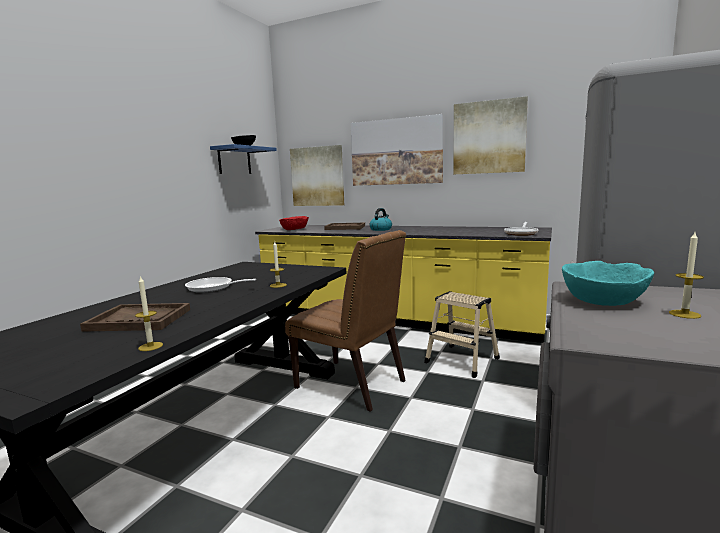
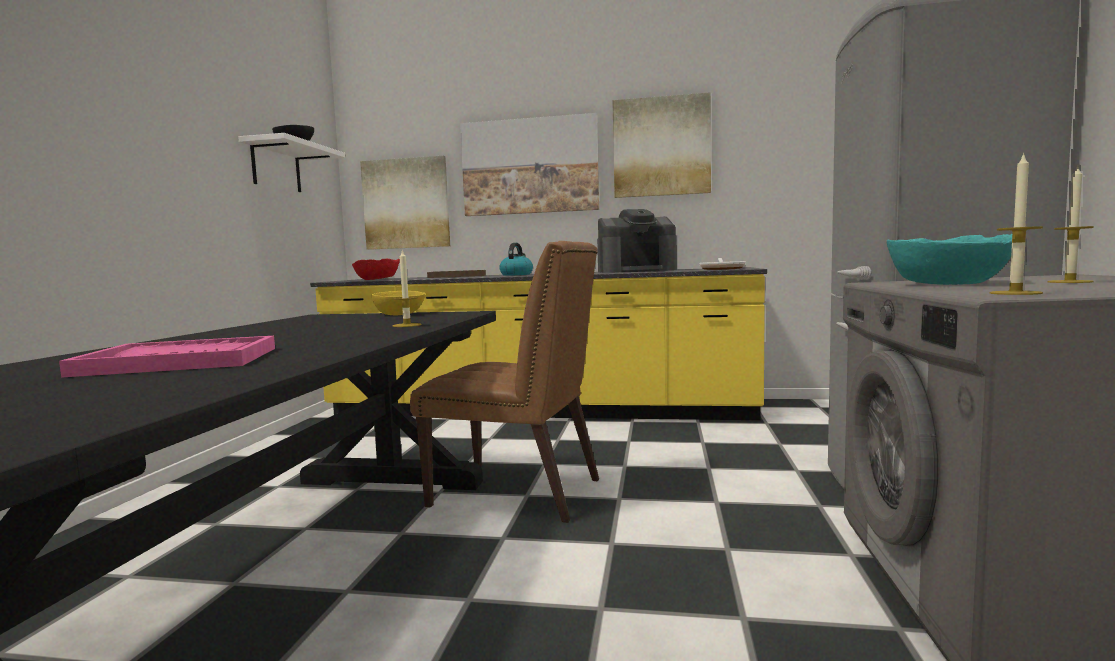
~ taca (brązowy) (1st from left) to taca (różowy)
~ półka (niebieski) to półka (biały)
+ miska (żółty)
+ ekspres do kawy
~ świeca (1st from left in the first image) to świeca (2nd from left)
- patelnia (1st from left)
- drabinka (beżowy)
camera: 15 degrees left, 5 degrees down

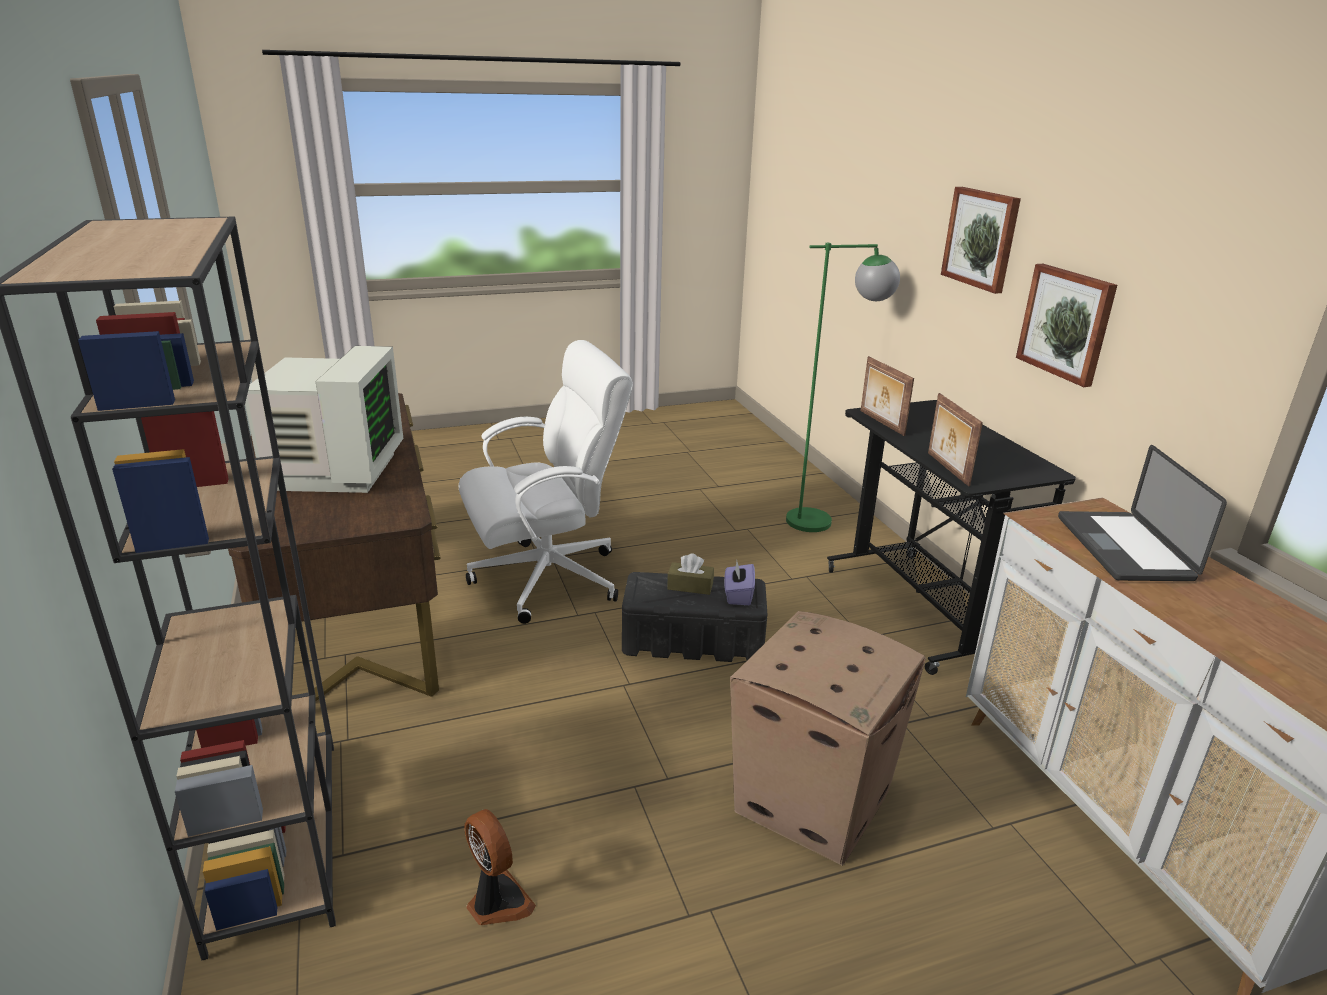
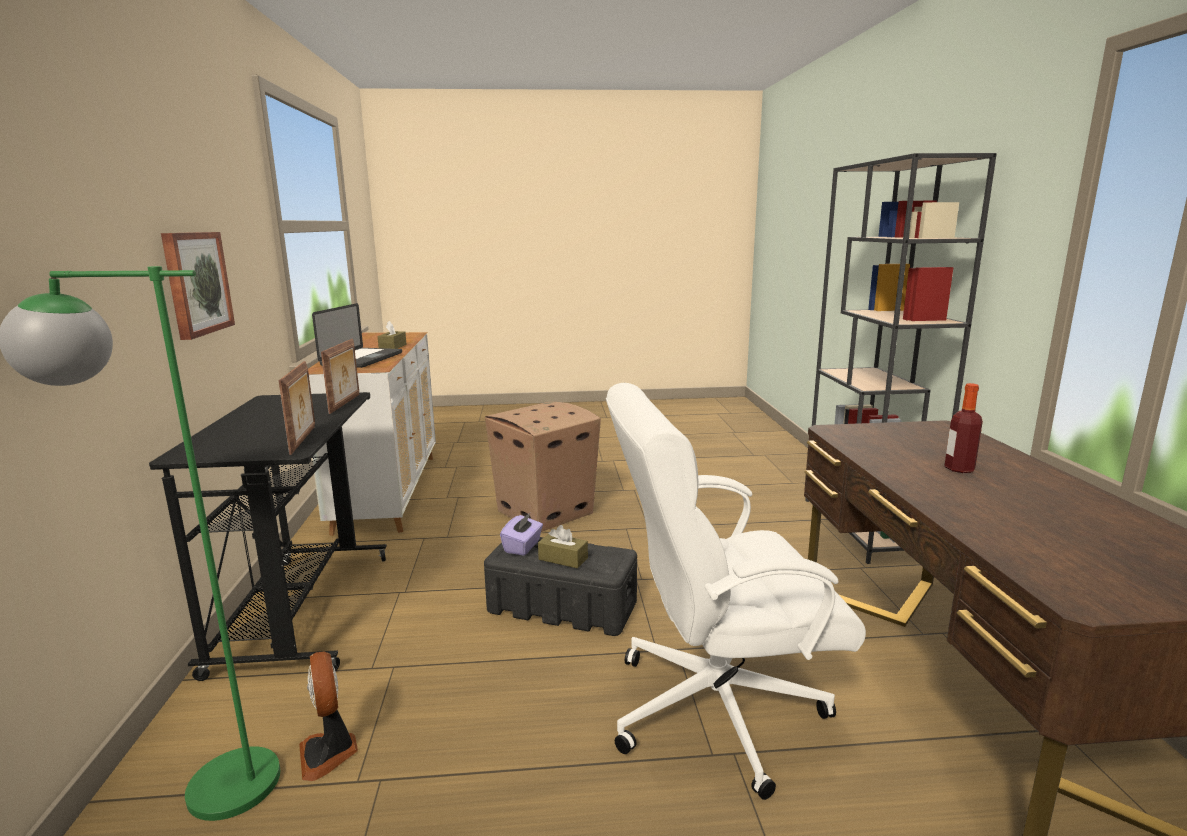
~ wentylator
+ pudełko chusteczek (brązowy) (1st from left)
~ monitor to butelka
- obraz (1st from left)
camera: 165 degrees left, 10 degrees down

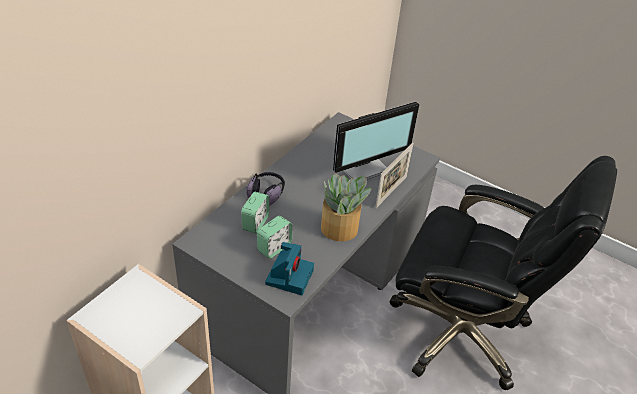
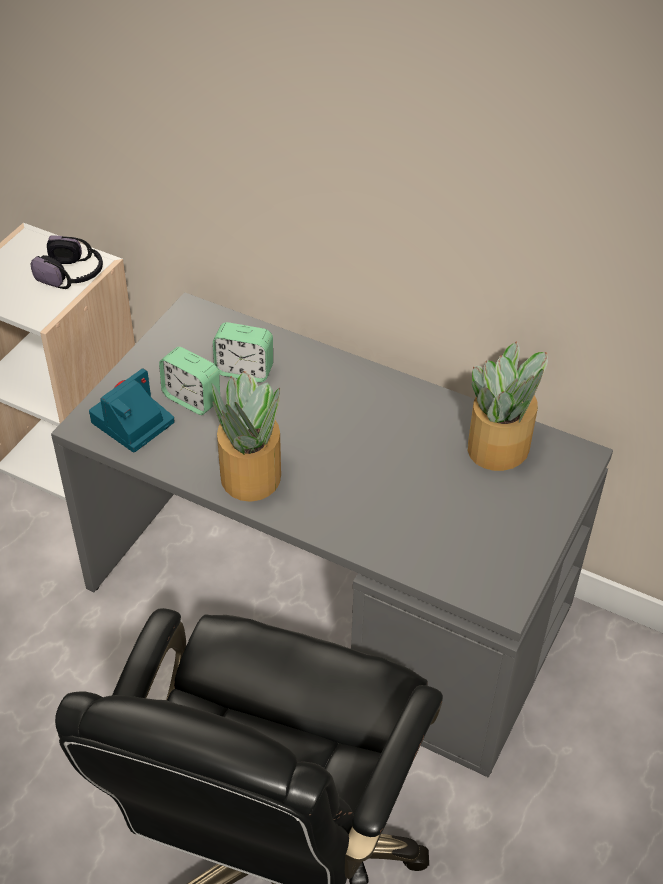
~ słuchawki
~ aparat fotograficzny 120 degrees clockwise
+ roślina doniczkowa (2nd from left)
- monitor
- ramka na zdjęcie
camera: 85 degrees right, 5 degrees up

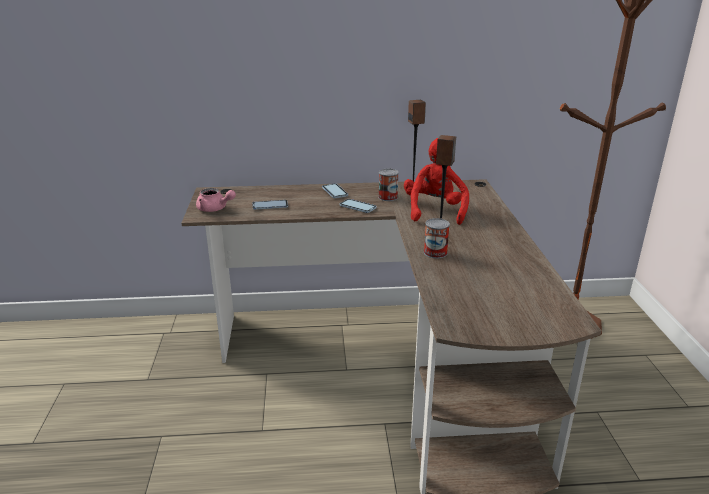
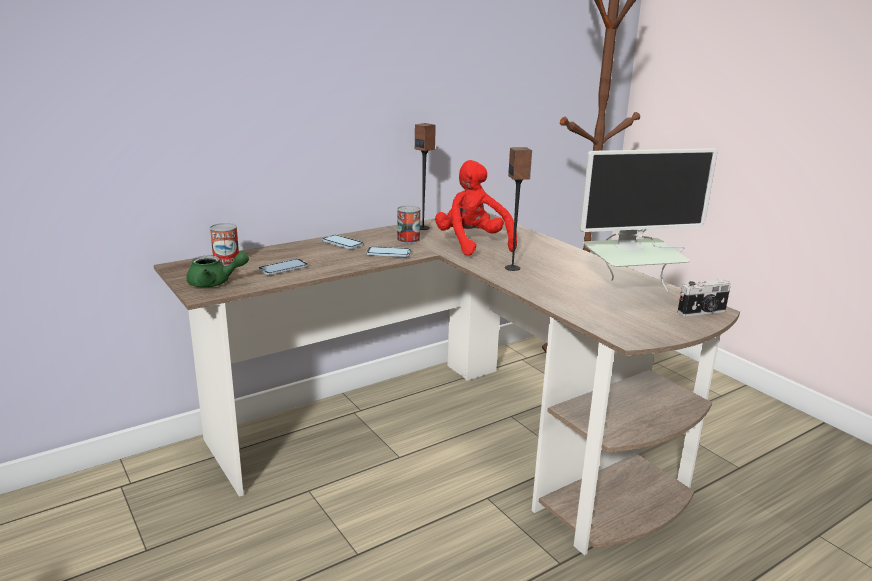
~ imbryk (różowy) to imbryk (zielony)
~ puszka (2nd from left in the first image) to puszka (1st from left)
+ monitor
+ aparat fotograficzny
camera: 30 degrees left, 5 degrees down

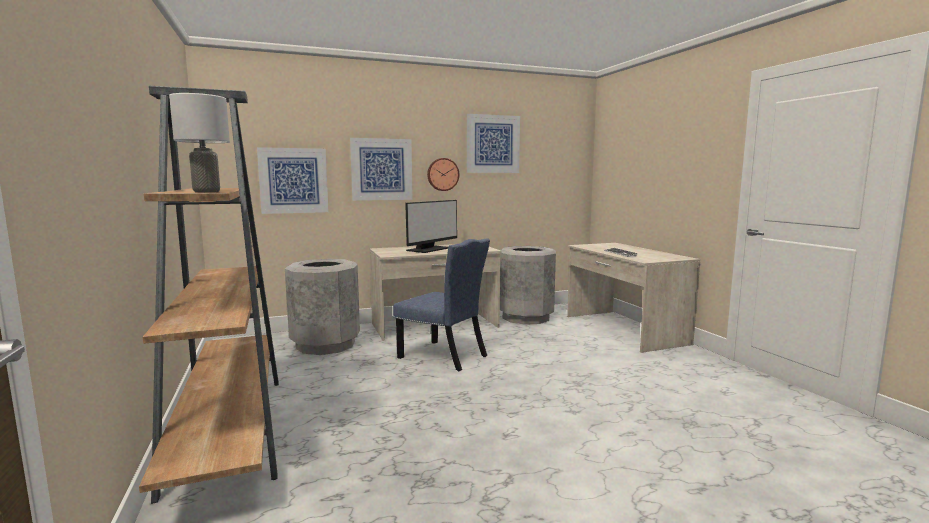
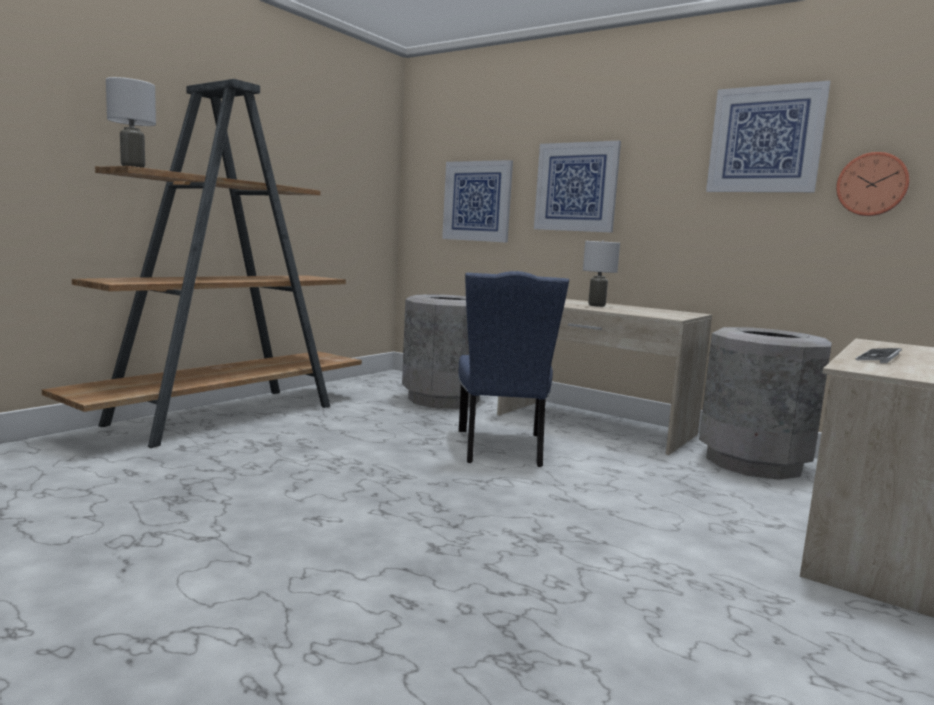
~ monitor to lampa stołowa (biały) (2nd from left)
~ zegar ścienny
camera: 55 degrees right, 0 degrees up

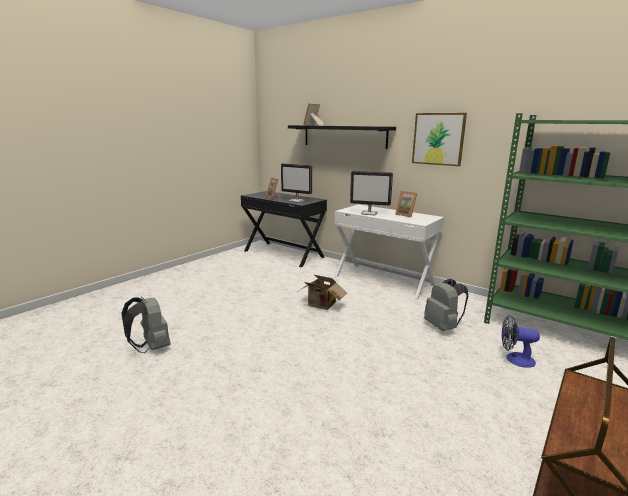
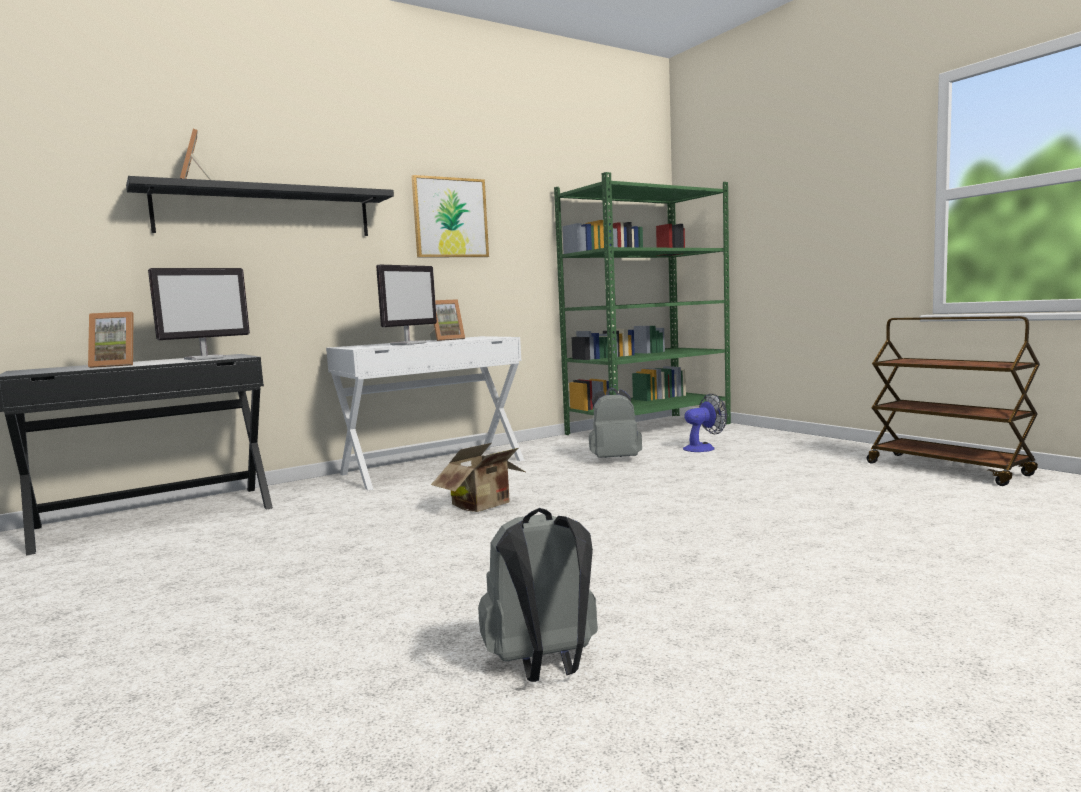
~ wentylator 150 degrees counterclockwise
camera: 70 degrees left, 10 degrees down

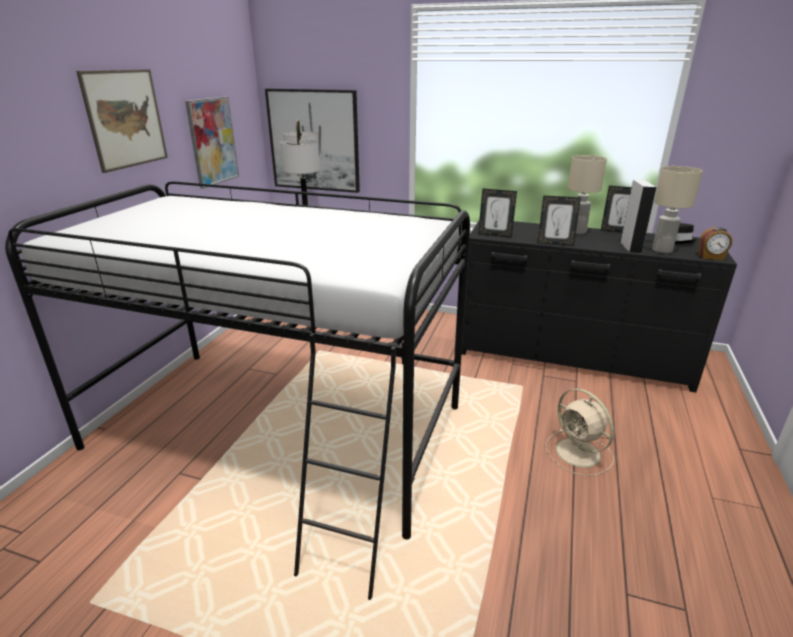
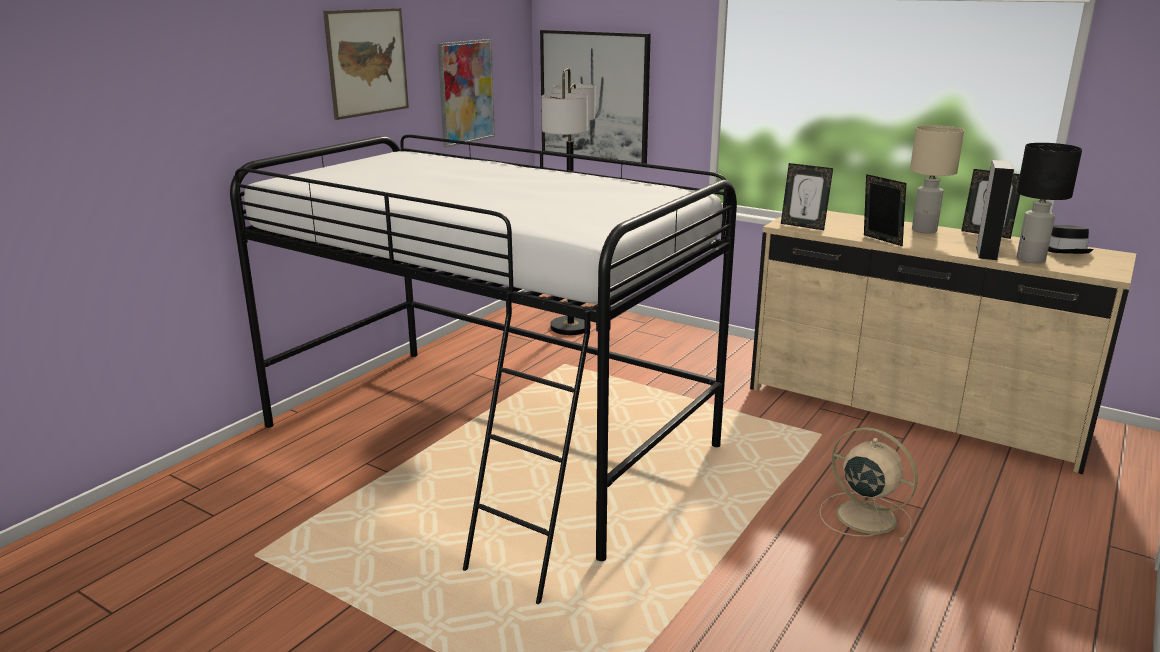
~ komoda (czarny) to komoda (beżowy)
~ wentylator (beżowy) 150 degrees clockwise
~ ramka na zdjęcie (2nd from left) 150 degrees counterclockwise
~ lampa stołowa (beżowy) (2nd from left) to lampa stołowa (czarny)
- budzik
camera: 15 degrees right, 5 degrees down

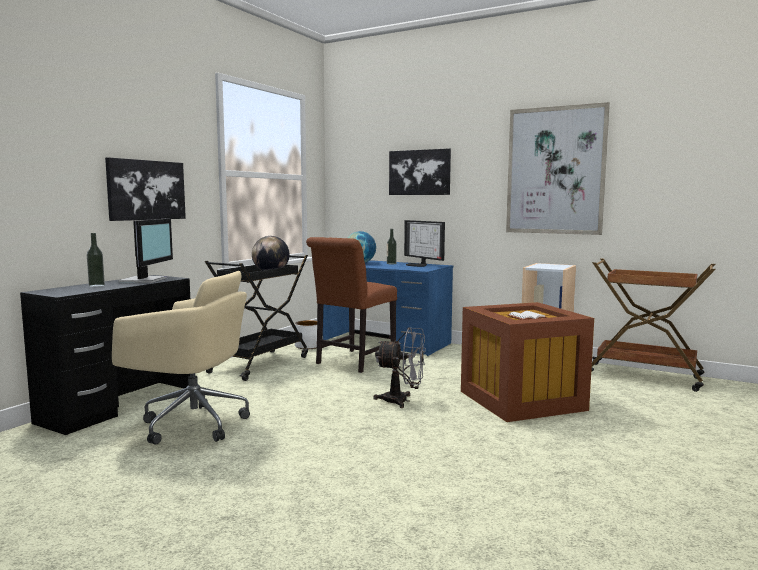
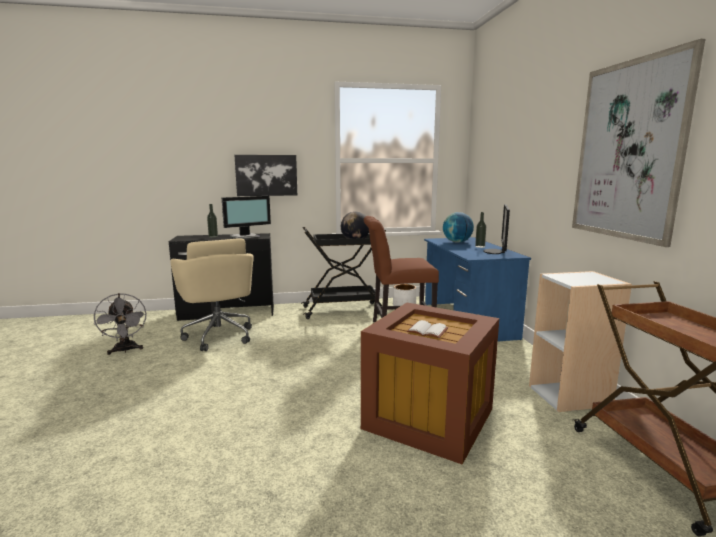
~ wentylator (szary)
- obraz (2nd from left)
camera: 50 degrees right, 5 degrees up

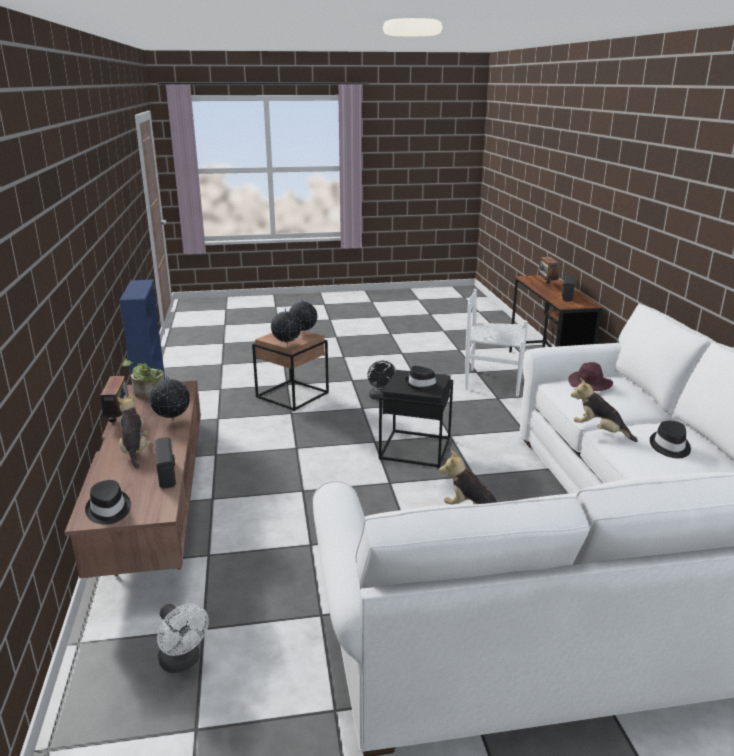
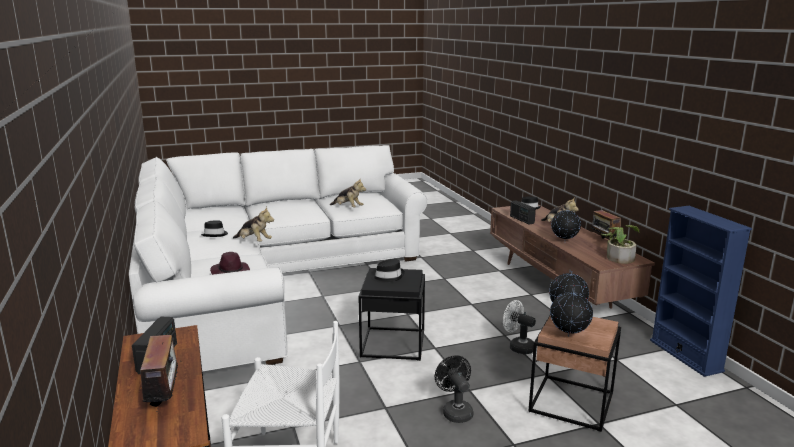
~ wentylator (biały)
camera: 170 degrees right, 5 degrees down

